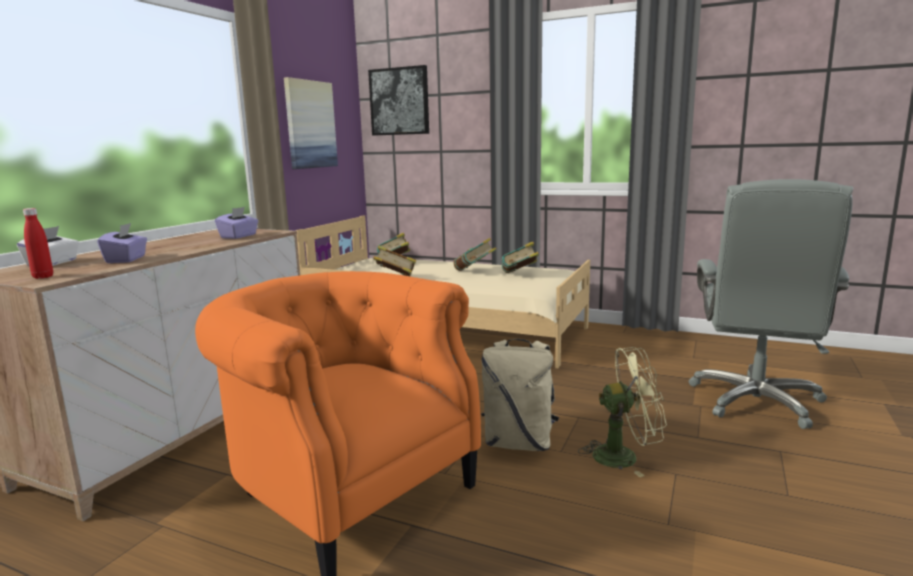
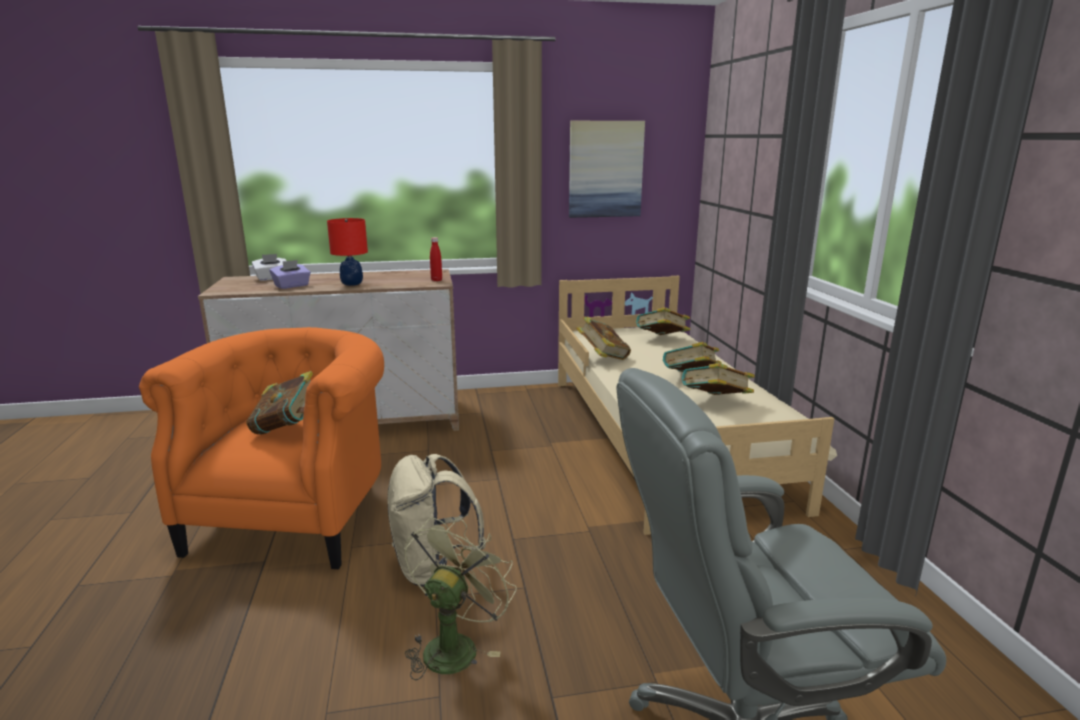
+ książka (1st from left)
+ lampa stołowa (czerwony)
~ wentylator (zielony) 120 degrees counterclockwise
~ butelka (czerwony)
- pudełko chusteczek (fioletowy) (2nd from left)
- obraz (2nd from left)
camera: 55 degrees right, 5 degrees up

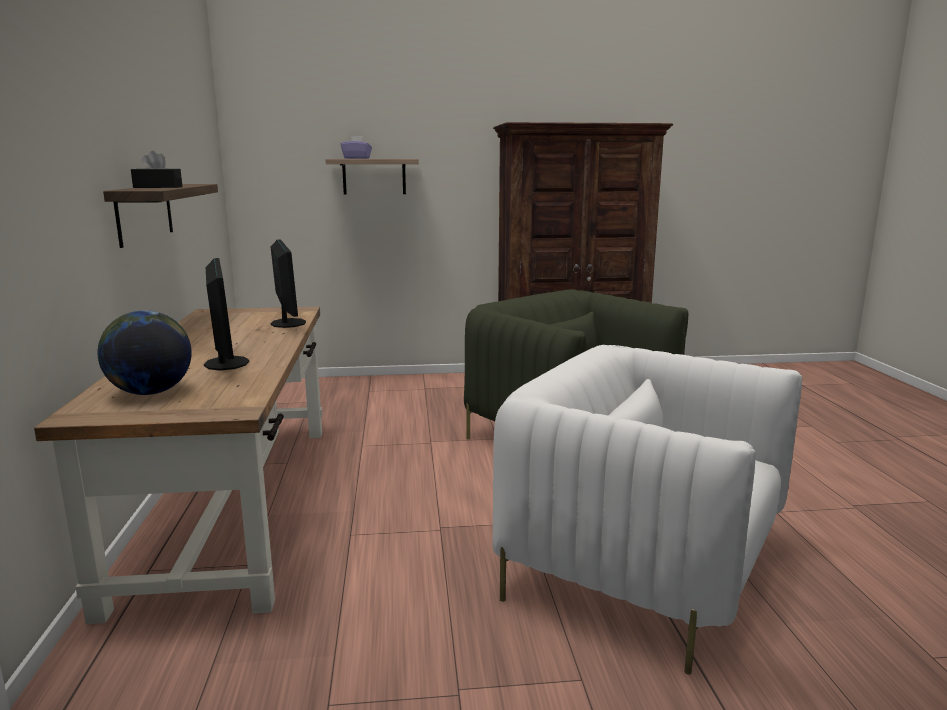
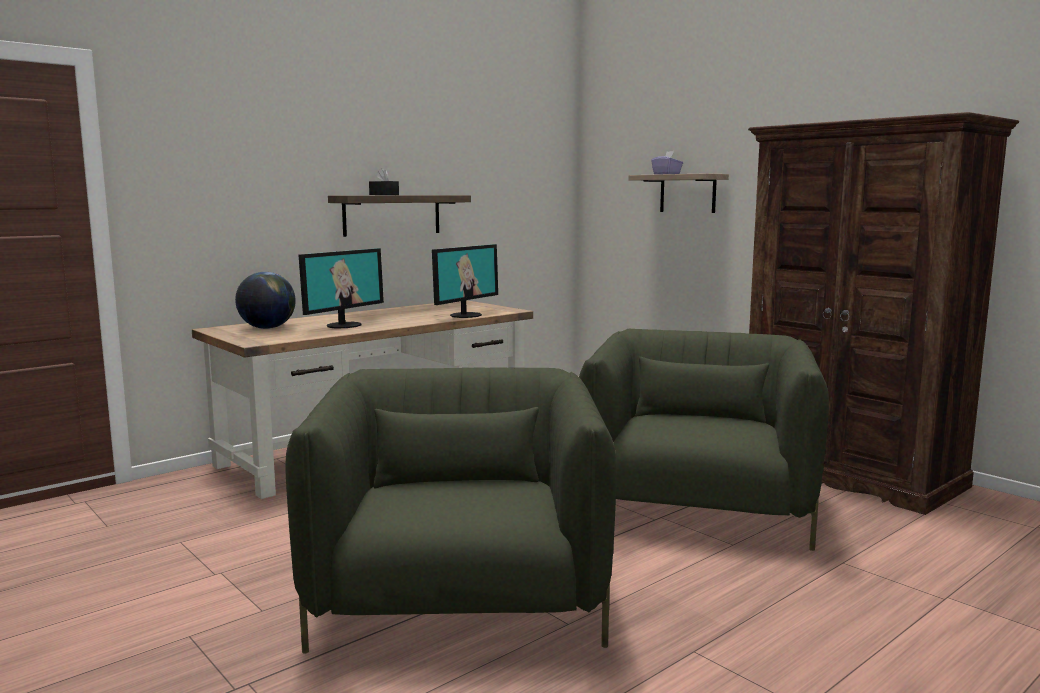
~ fotel (biały) to fotel (zielony) (1st from left)
camera: 55 degrees right, 5 degrees down

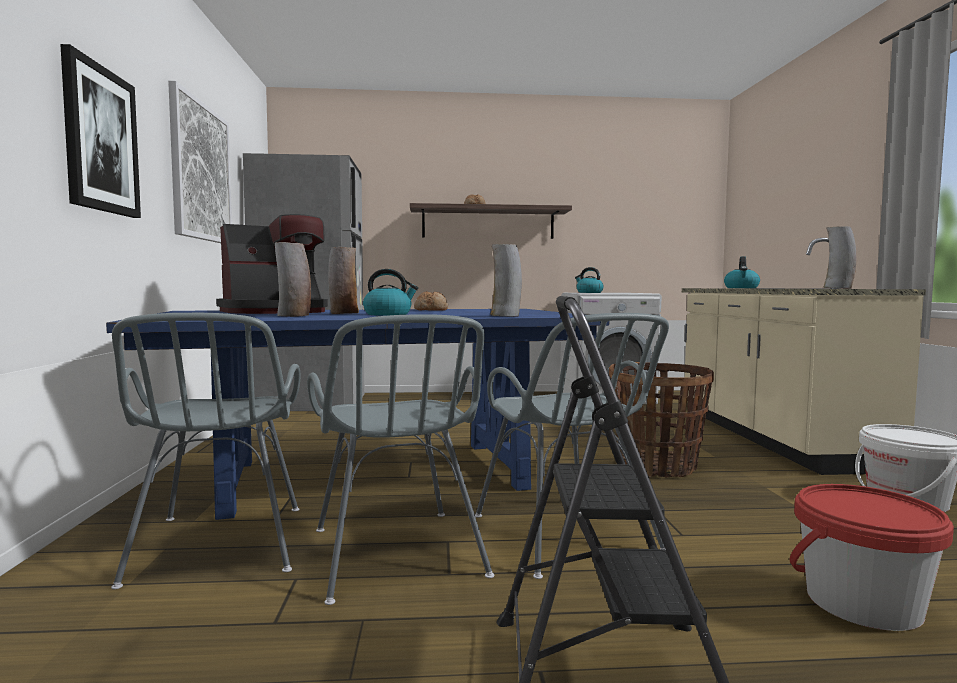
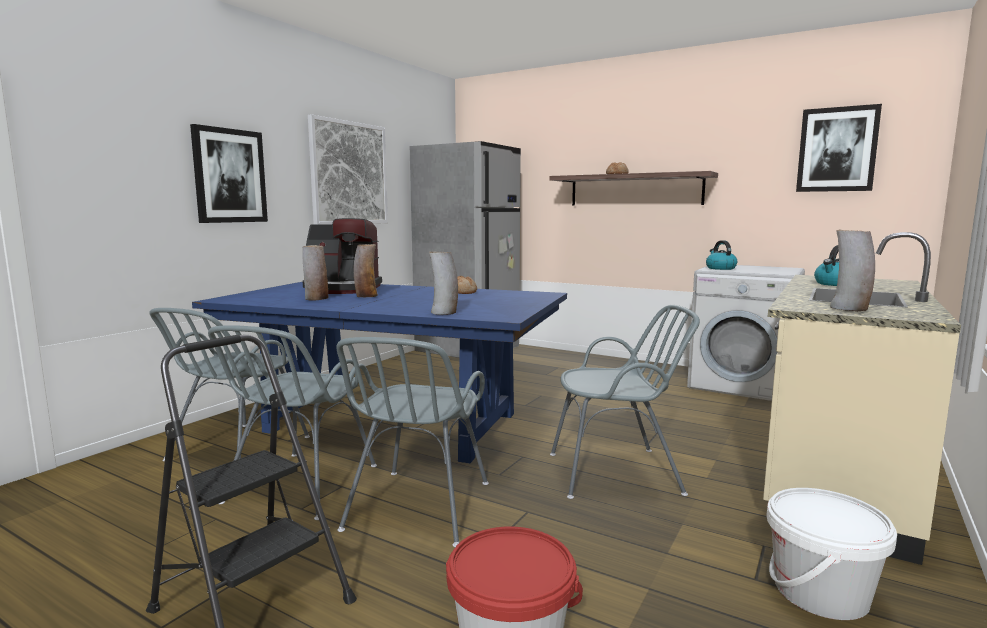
~ koszyk to krzesło (szary) (4th from left)
+ obraz (3rd from left)
- czajnik (1st from left)
camera: 35 degrees right, 5 degrees up

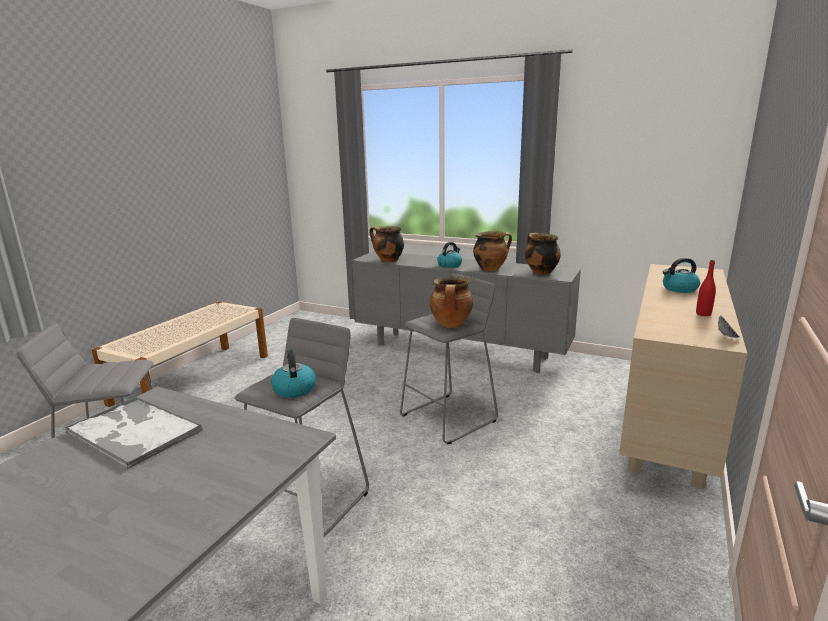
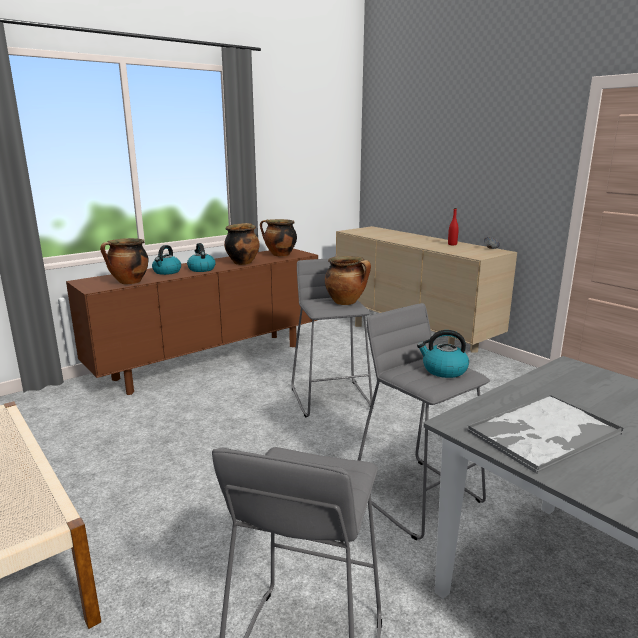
~ szafka (szary) to szafka (brązowy)
~ czajnik (3rd from left in the first image) to czajnik (1st from left)
camera: 65 degrees left, 0 degrees up

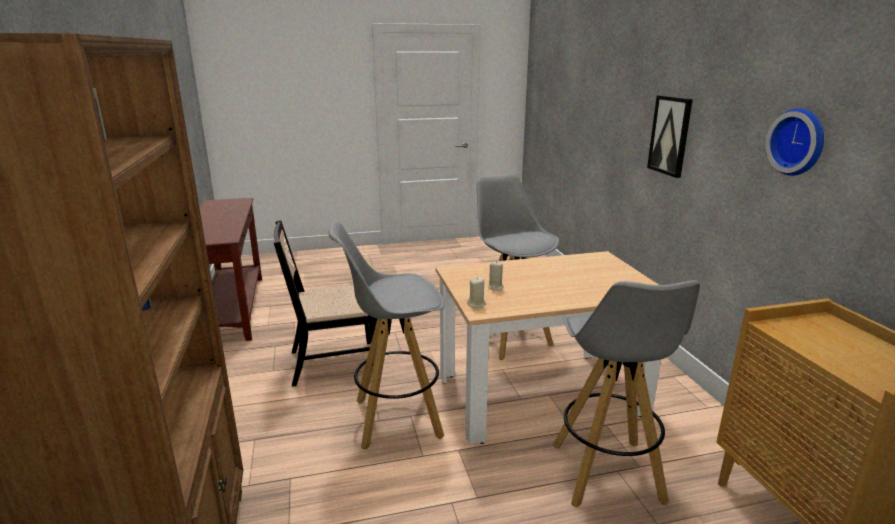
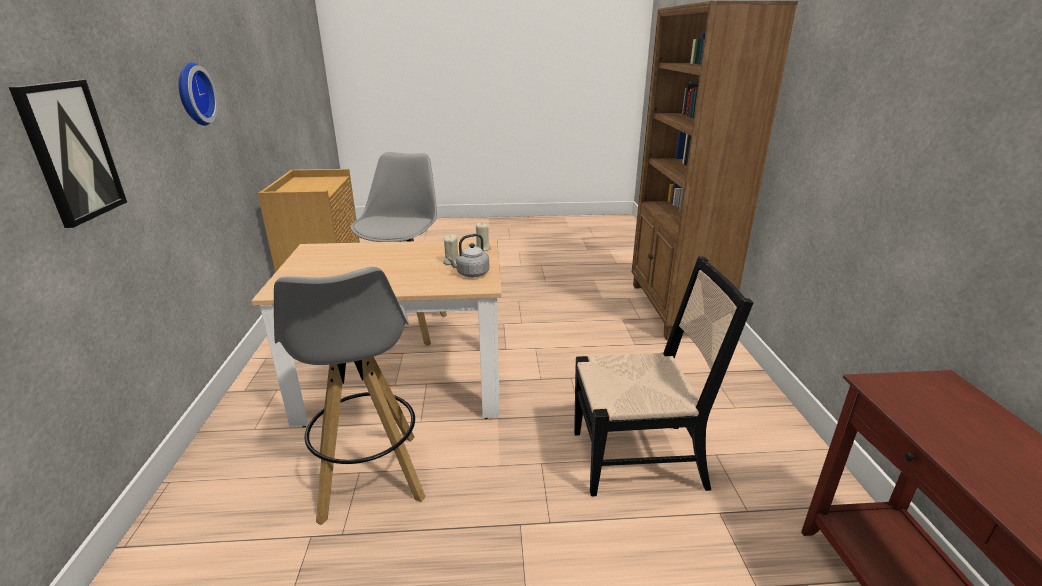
+ czajnik (szary)
- stołek (szary) (1st from left)
camera: 170 degrees left, 5 degrees up

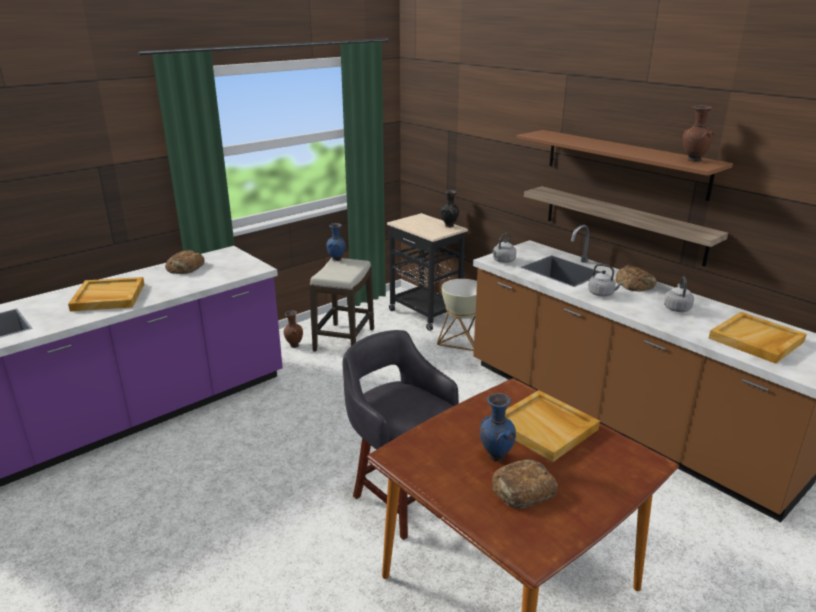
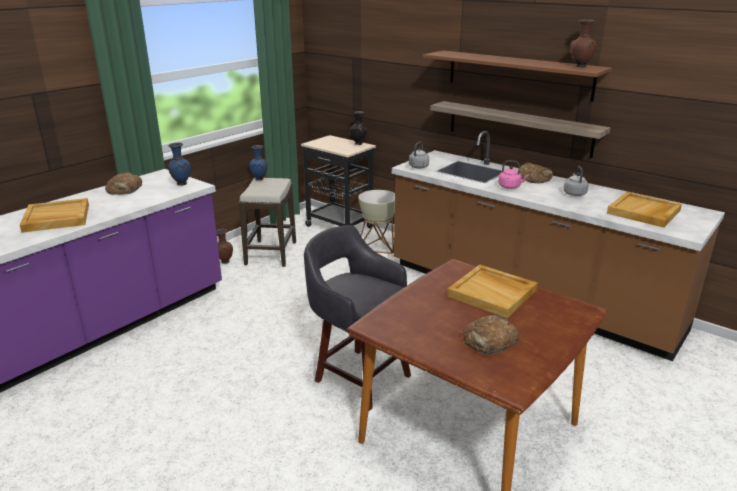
~ wazon (niebieski) (2nd from left in the first image) to wazon (niebieski) (1st from left)
~ czajnik (szary) (2nd from left) to czajnik (różowy)
camera: 10 degrees left, 0 degrees up

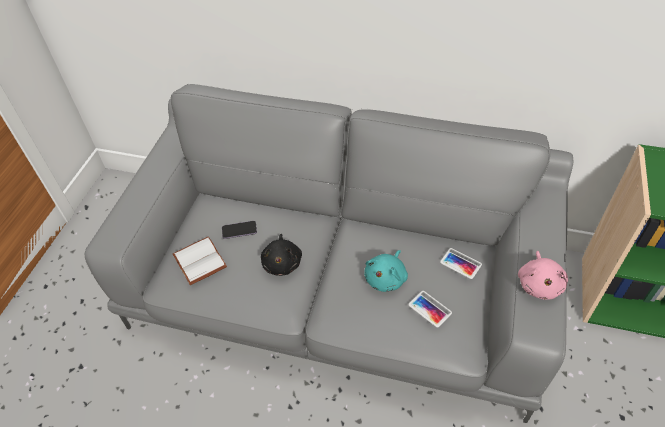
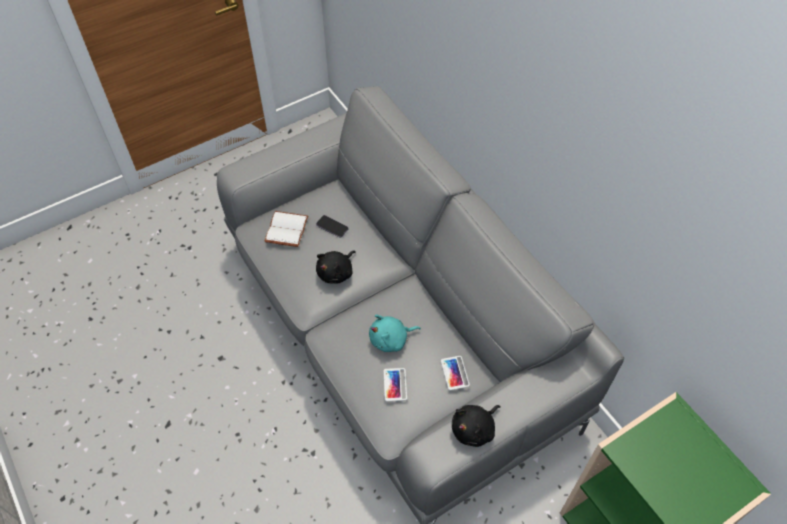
~ pluszak (różowy) to pluszak (czarny) (2nd from left)
camera: 40 degrees right, 5 degrees up

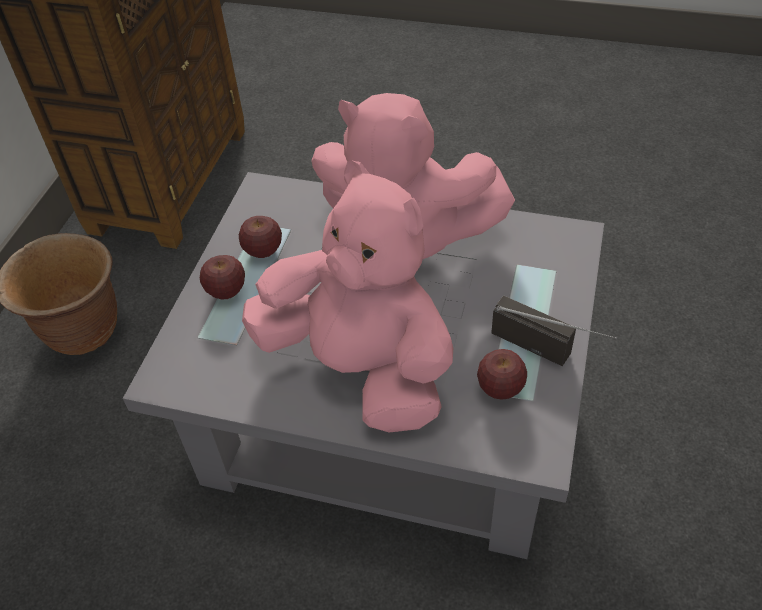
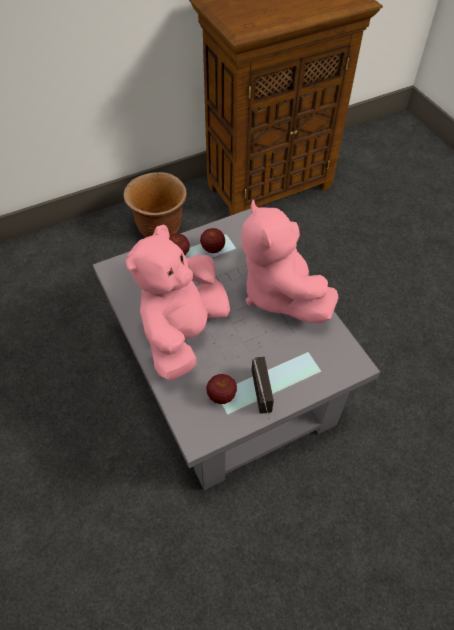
~ pluszak (różowy) (1st from left) 150 degrees counterclockwise
camera: 45 degrees right, 5 degrees up

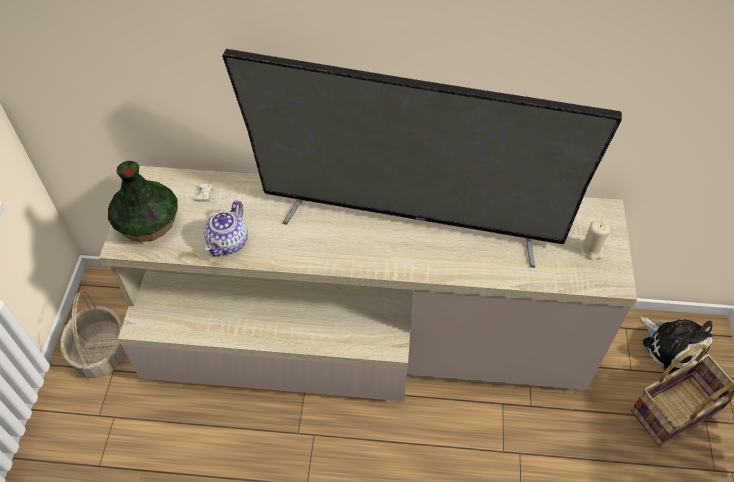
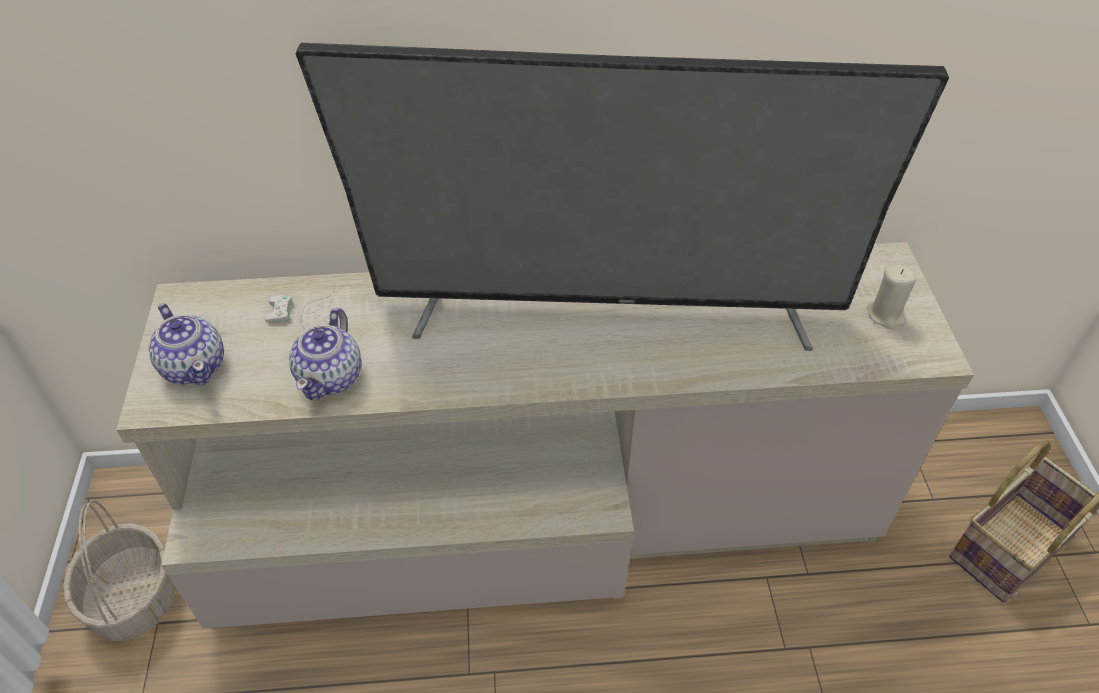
~ wazon to imbryk (1st from left)
- pluszak
camera: 10 degrees left, 5 degrees down

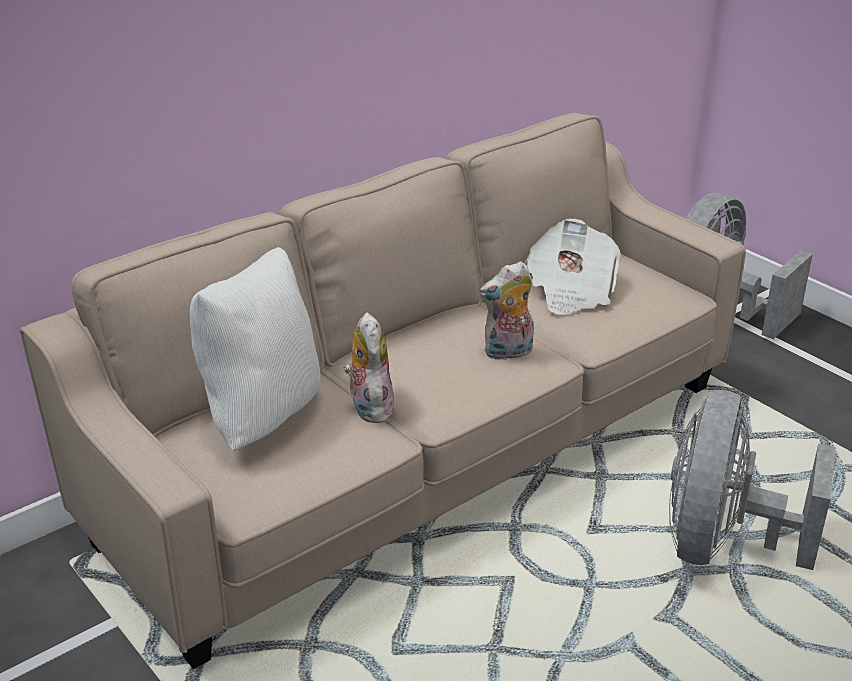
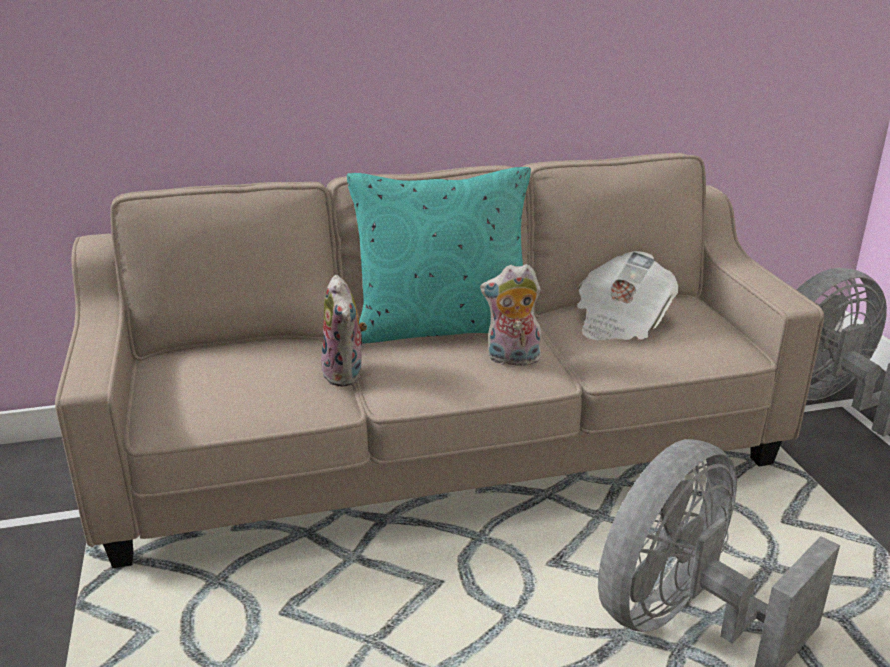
~ pluszak (1st from left) 150 degrees clockwise
+ poduszka (turkusowy)
- poduszka (biały)
camera: 25 degrees right, 5 degrees down

